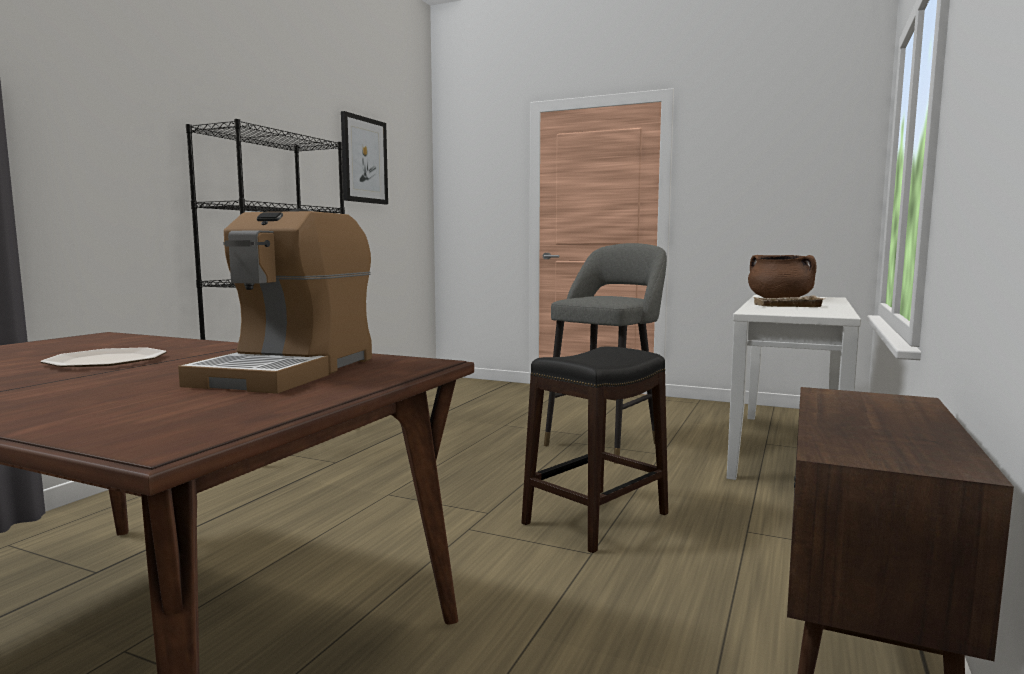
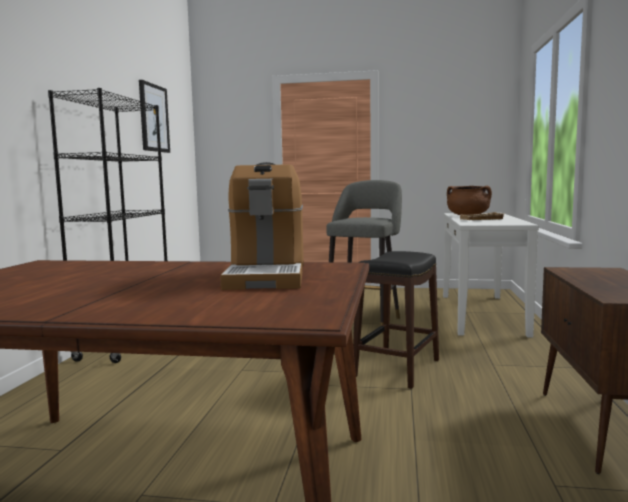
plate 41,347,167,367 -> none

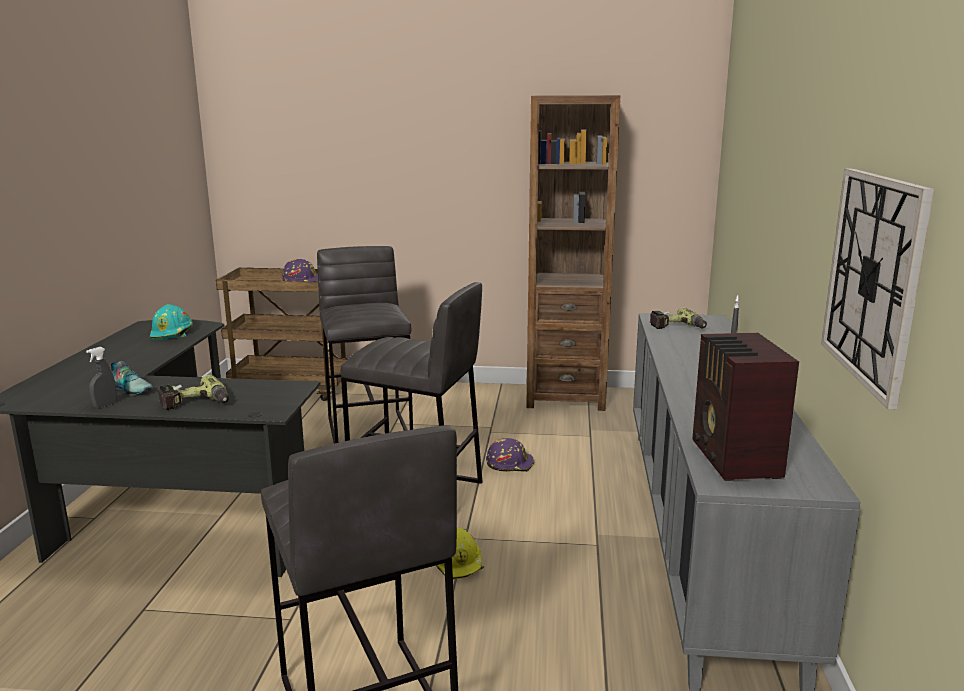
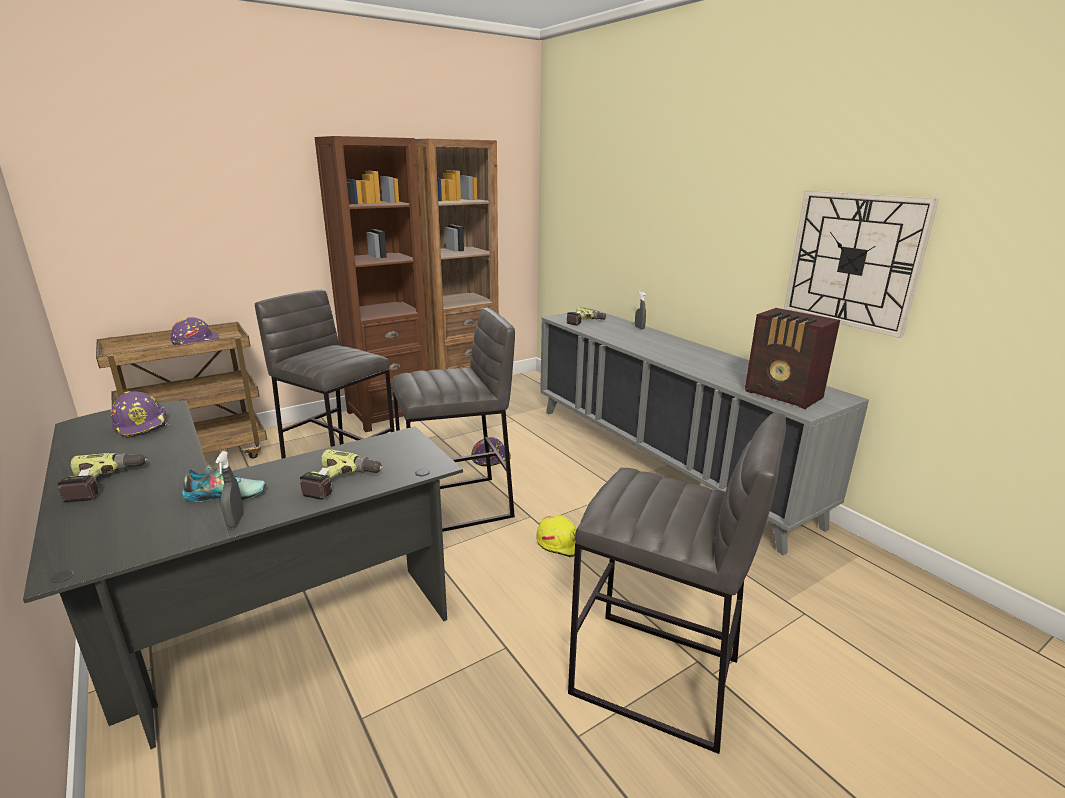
none -> power drill 58,453,148,502
turquoise hard hat 150,304,193,340 -> purple hard hat 111,391,169,438
none -> brown bookcase 315,136,429,432

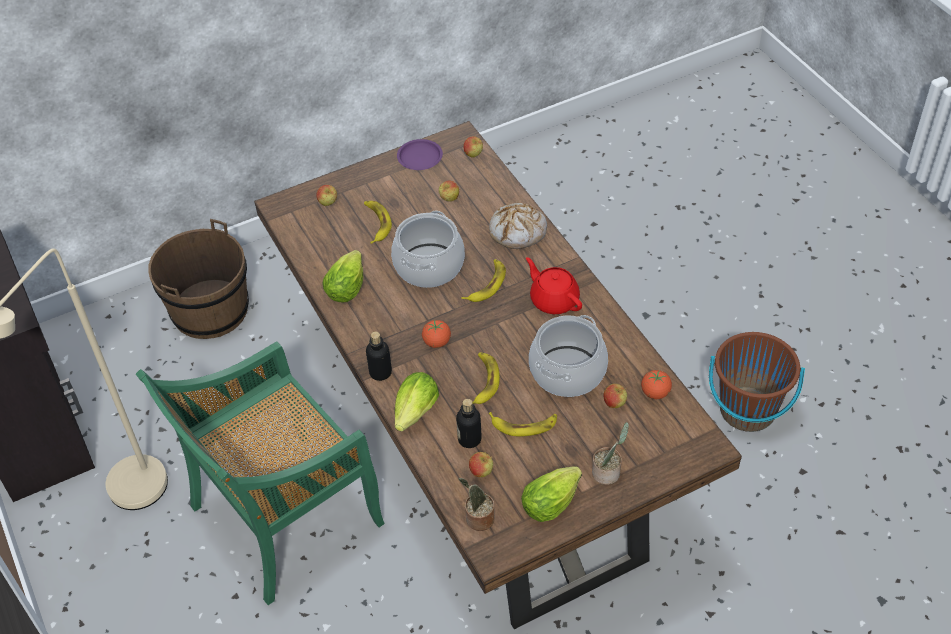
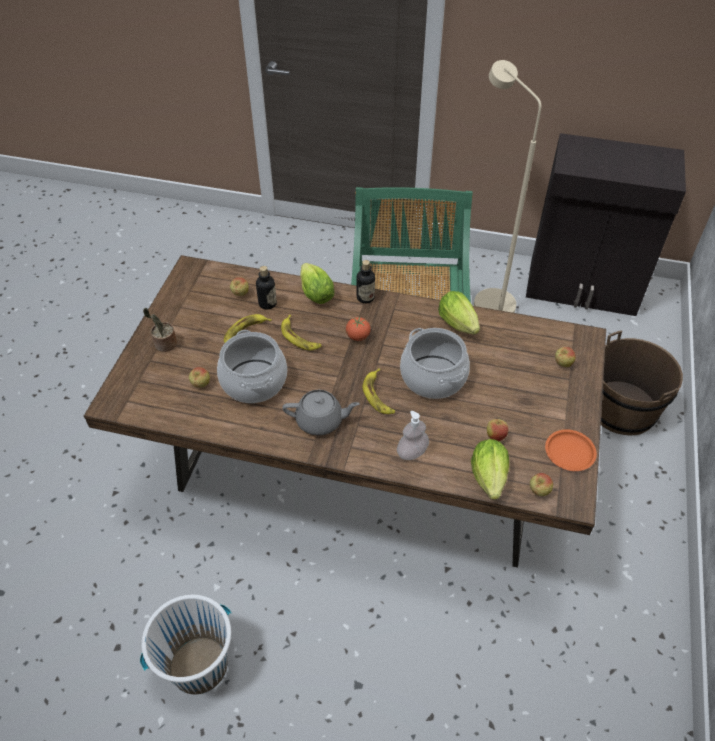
brown bucket 709,332,805,432 -> white bucket 140,594,232,695
red teapot 526,257,582,314 -> grey teapot 282,390,360,435
bread 489,203,547,249 -> soap dispenser 397,411,429,460
lettuce 521,467,582,522 -> lettuce 471,439,509,500, relocated
purple plate 397,139,443,170 -> orange plate 545,429,597,471
banana 364,201,392,244 -> none
potted plant 458,478,495,531 -> none
tomato 641,370,672,399 -> none

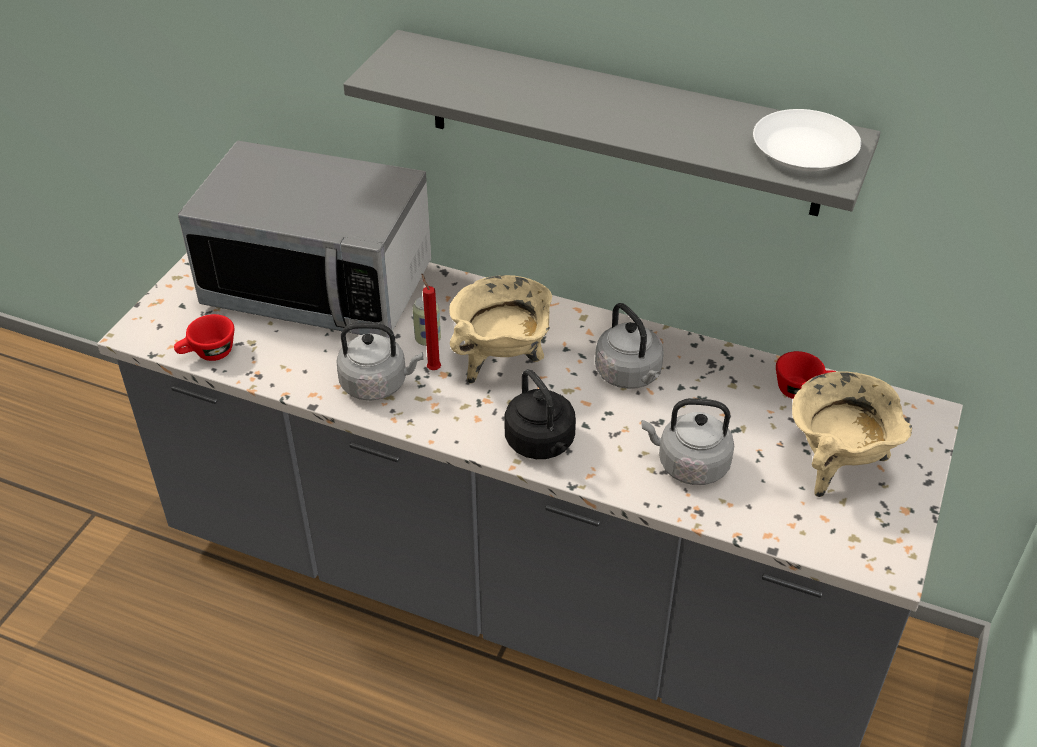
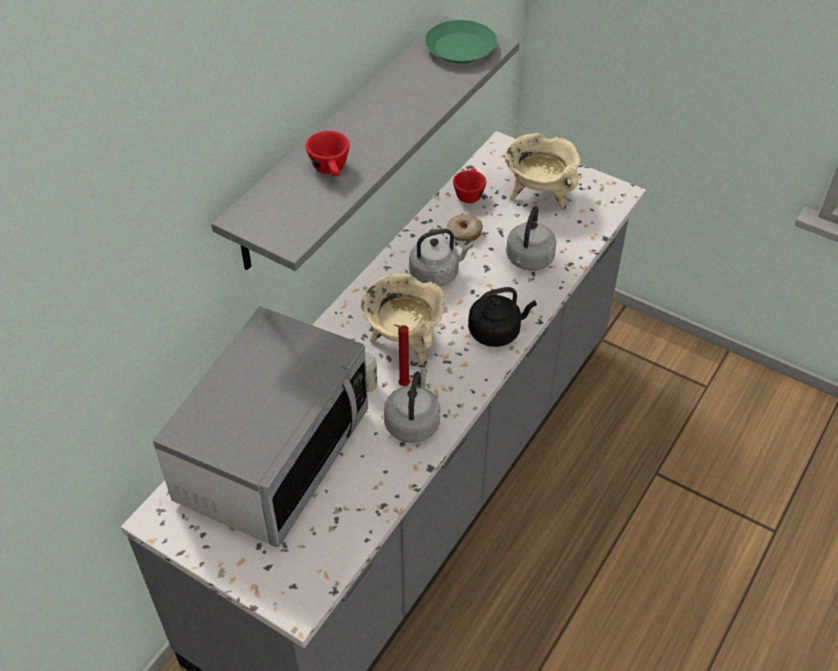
red cup 174,314,234,361 -> red cup 306,131,350,177, relocated
white plate 753,109,861,171 -> green plate 425,20,497,64
none -> donut 447,214,483,242

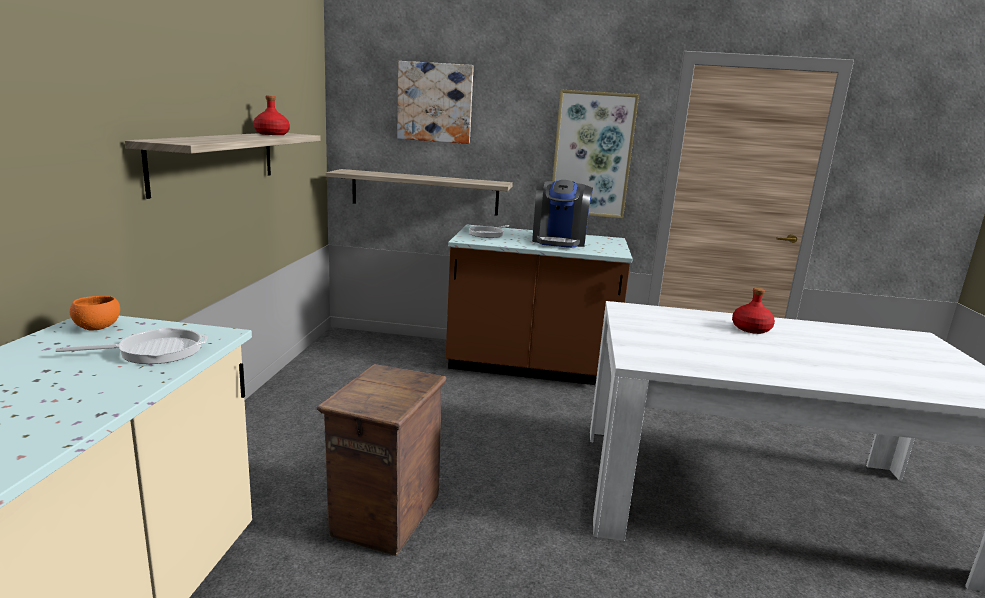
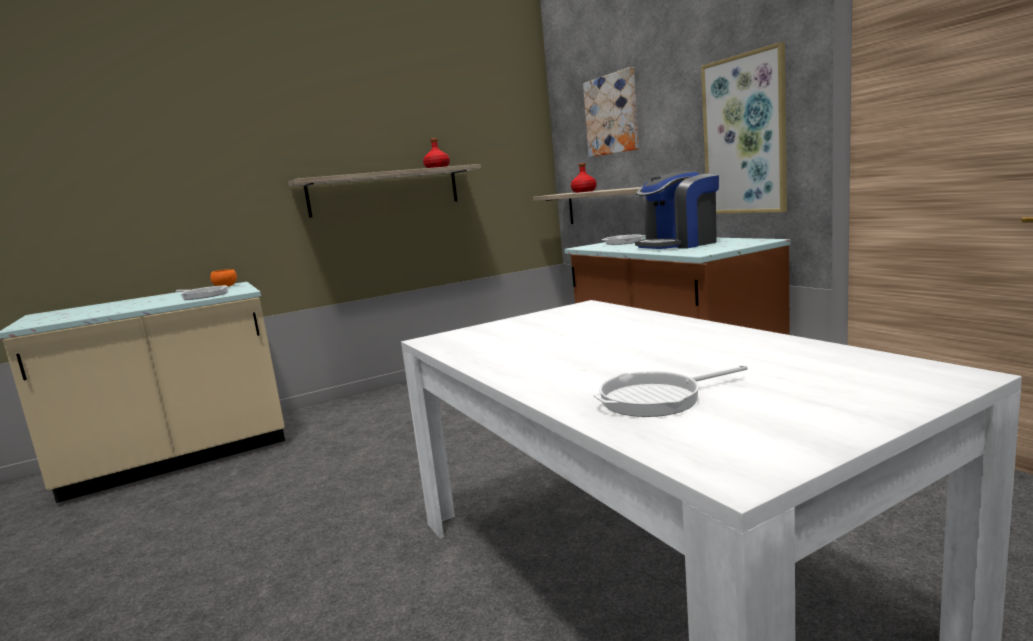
red bottle 732,288,775,334 -> red bottle 571,163,597,193, relocated
none -> frying pan 594,365,748,417
crate 317,364,446,556 -> none

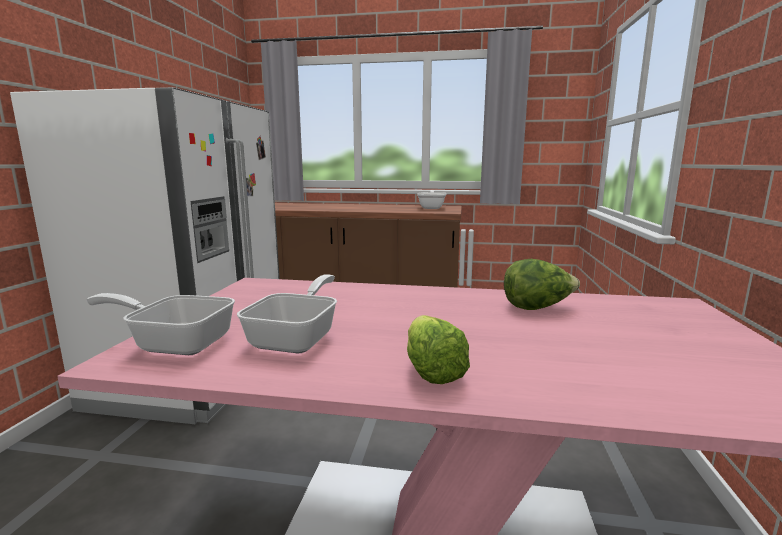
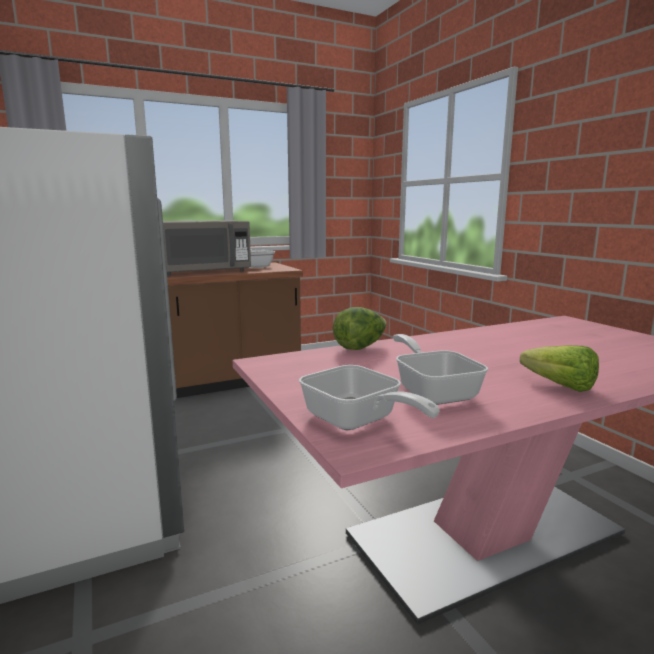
none -> grey microwave 163,220,251,276
frying pan 86,293,235,355 -> frying pan 299,365,440,431, 105 degrees counterclockwise
lettuce 504,259,580,310 -> lettuce 333,307,387,350, relocated

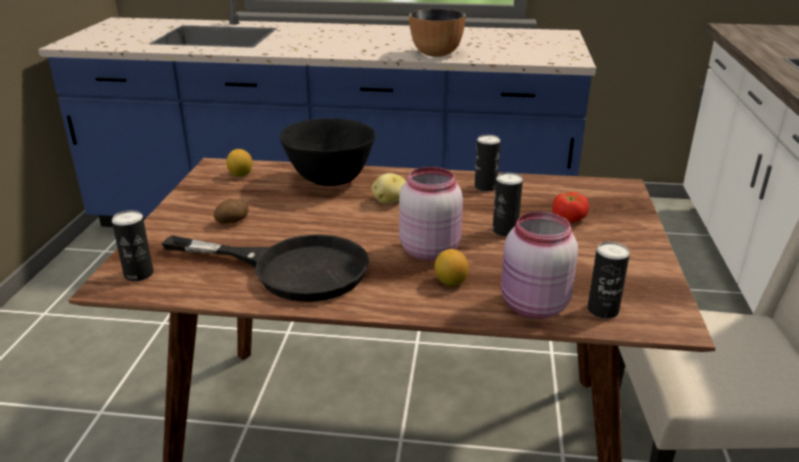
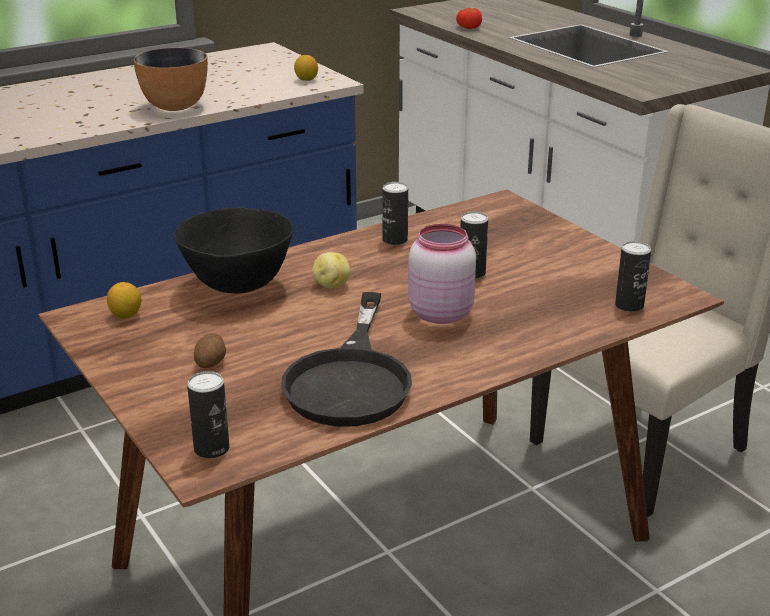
black frying pan 162,234,369,302 -> black frying pan 281,292,412,427, 120 degrees clockwise
lemon 434,249,468,286 -> lemon 294,55,318,81, relocated
tomato 552,192,589,223 -> tomato 456,8,482,29, relocated
pink jar 501,212,578,319 -> none

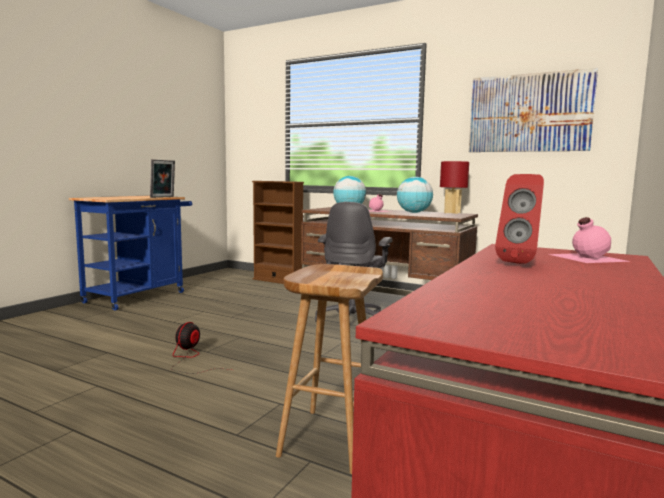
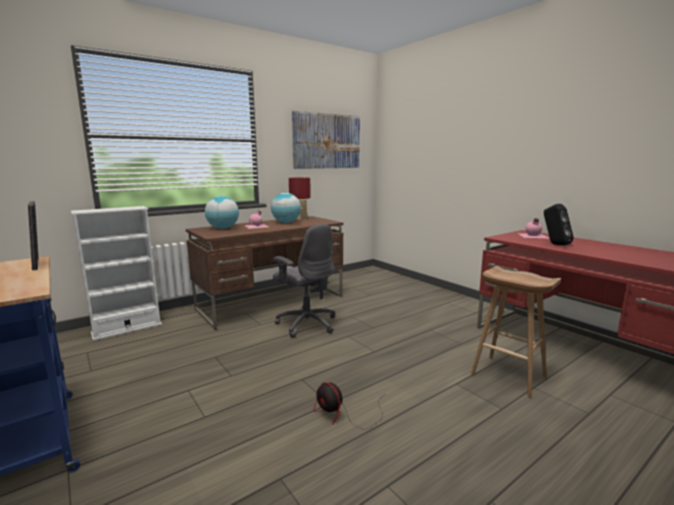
brown bookcase 252,181,304,284 -> white bookcase 71,206,162,341
red speaker 495,174,544,264 -> black speaker 544,204,574,245

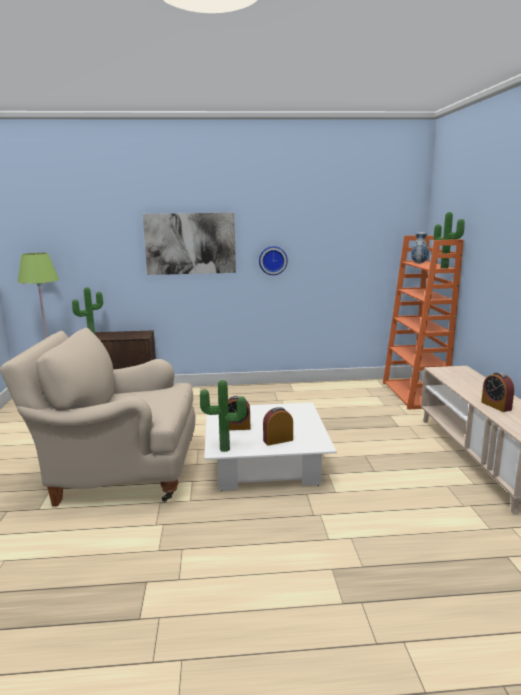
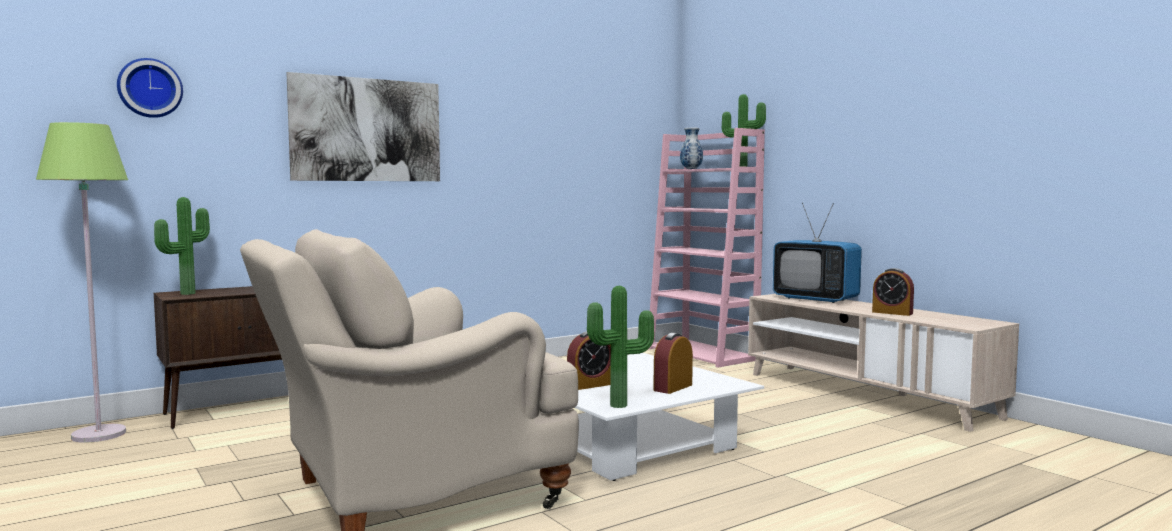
wall clock 259,246,288,275 -> wall clock 117,58,183,118, relocated
orange bookcase 383,235,464,410 -> pink bookcase 649,128,765,368
none -> television 773,203,862,303

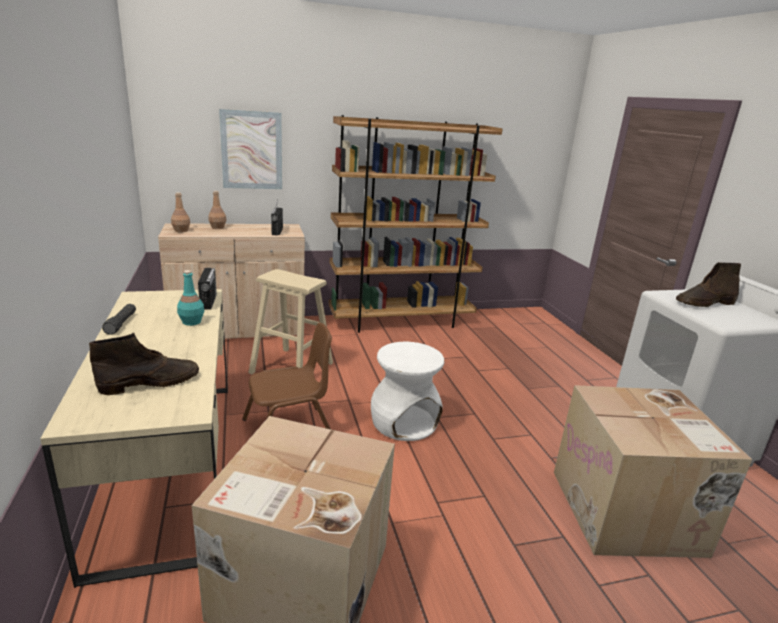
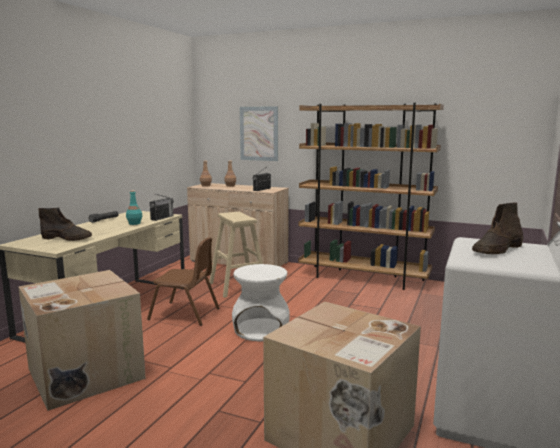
brown boot 676,262,741,307 -> brown boot 472,202,524,254, 60 degrees counterclockwise

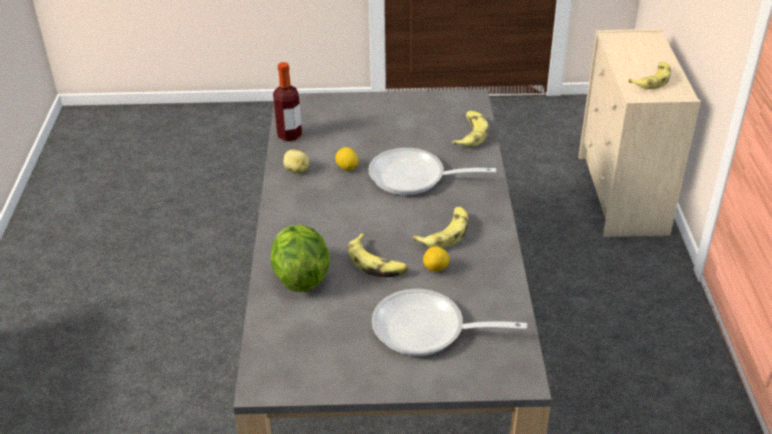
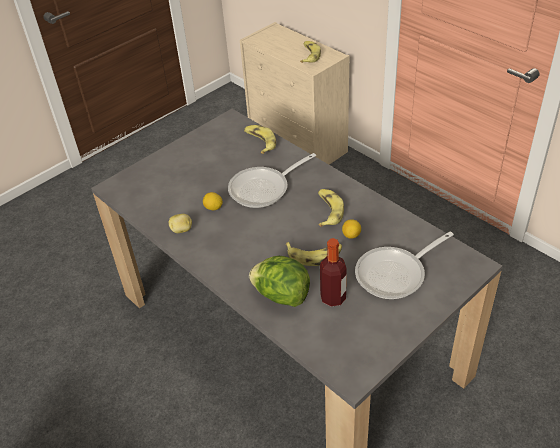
bottle 273,62,302,141 -> bottle 320,238,347,307, relocated

